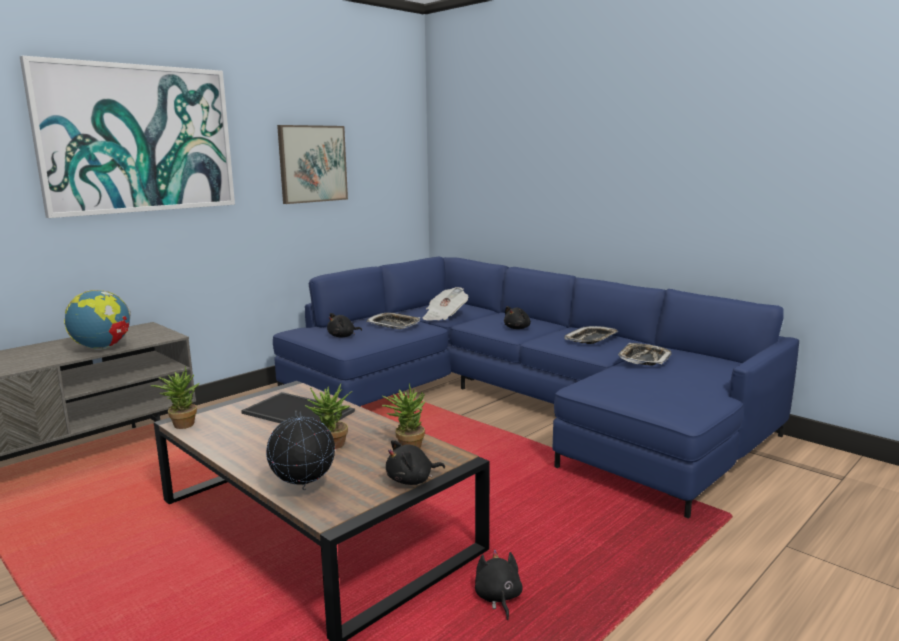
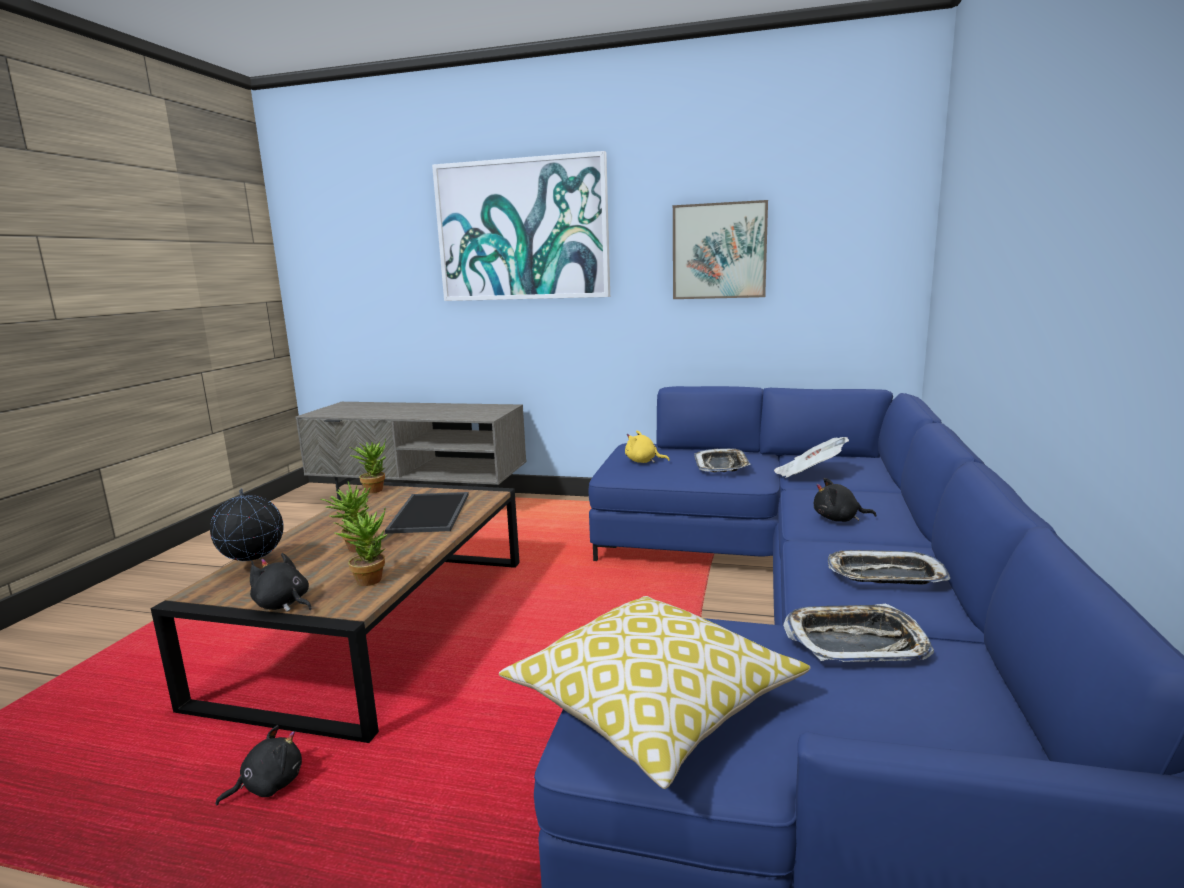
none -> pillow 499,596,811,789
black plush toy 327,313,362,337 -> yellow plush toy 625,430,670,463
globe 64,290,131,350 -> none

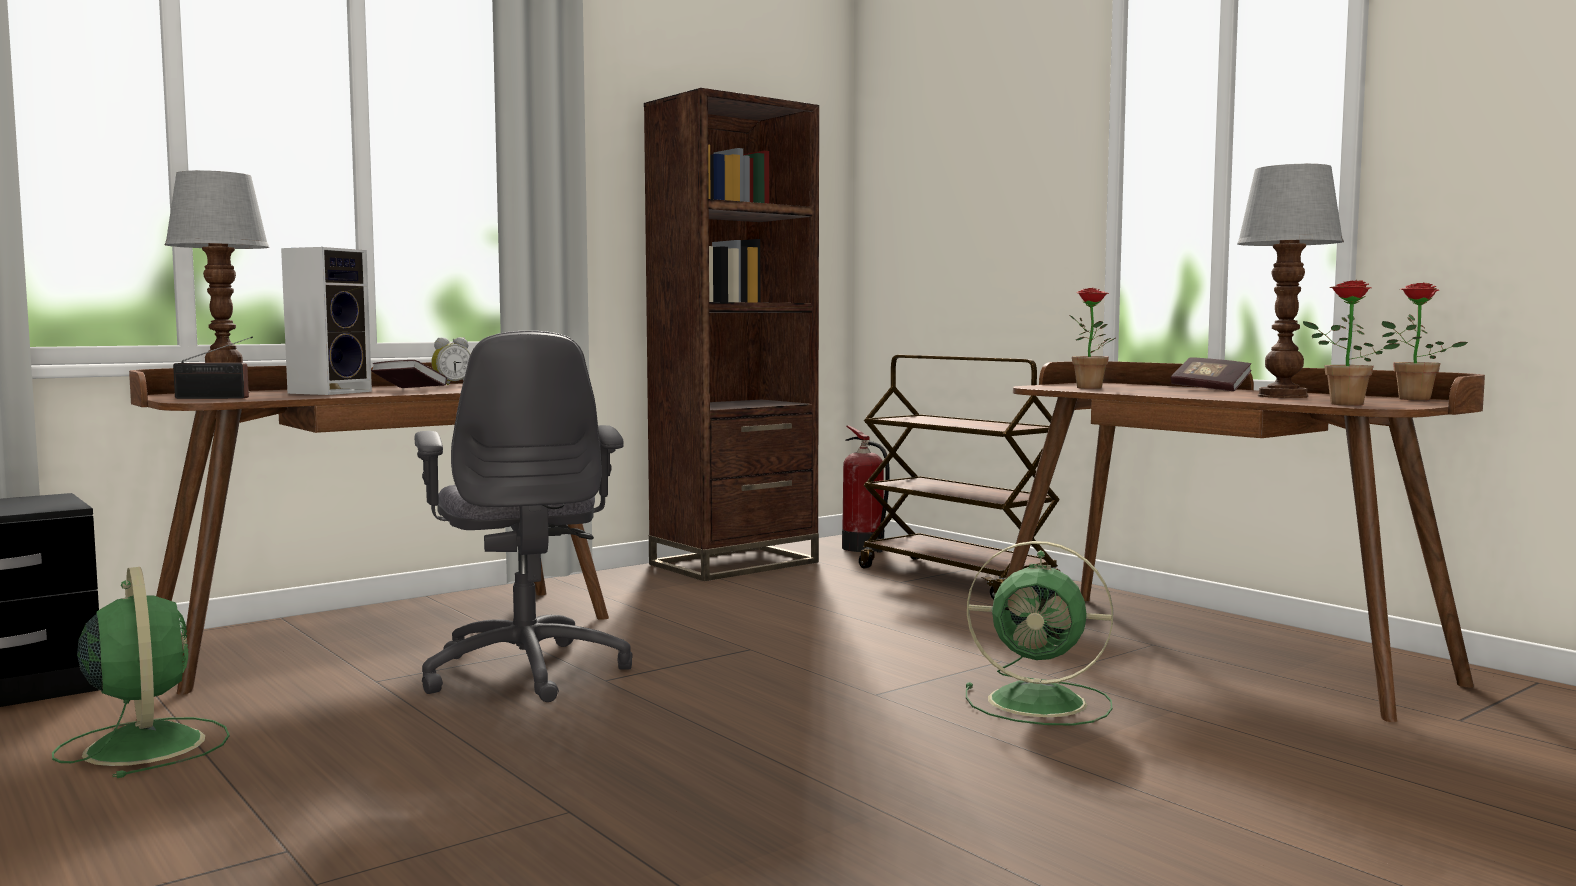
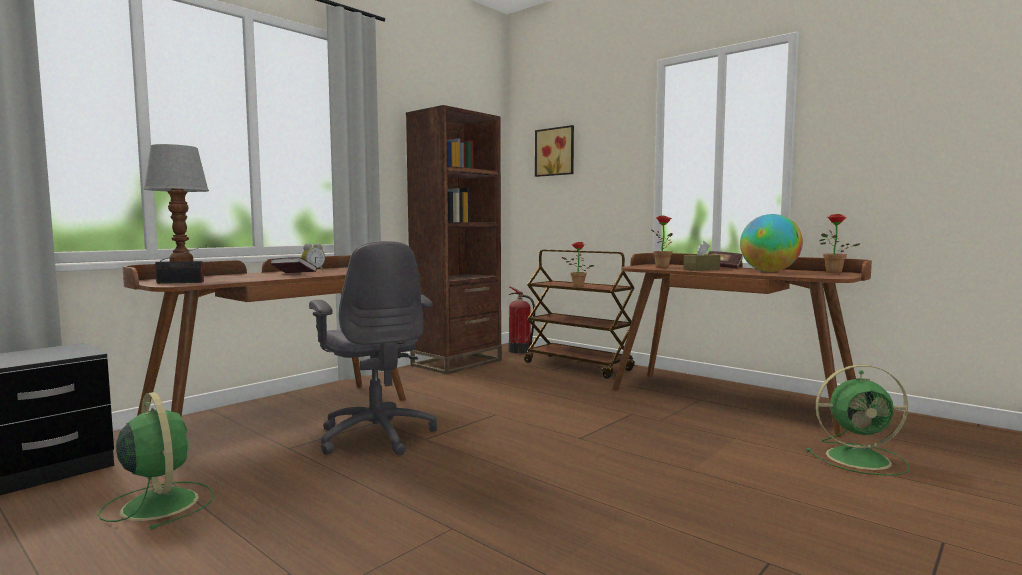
none -> picture 535,125,574,177
potted plant 1303,280,1400,406 -> potted plant 562,242,594,287, relocated
none -> brown tissue box 683,241,720,271
table lamp 1237,164,1344,398 -> globe 740,214,803,272
green fan 966,541,1113,726 -> green fan 806,365,910,476, relocated
speaker 281,247,372,395 -> none

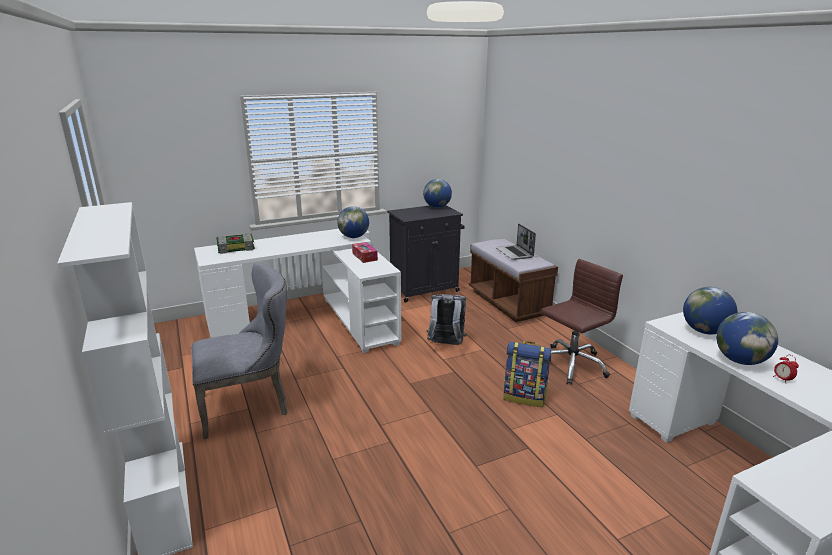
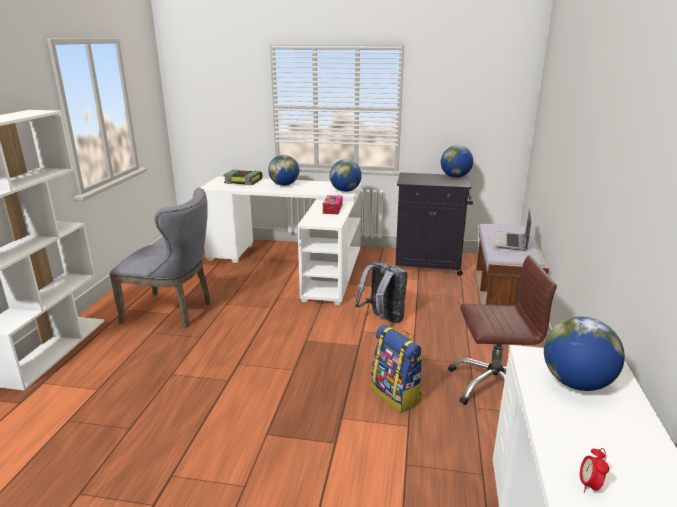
globe 716,312,778,365 -> globe 268,155,299,186, relocated

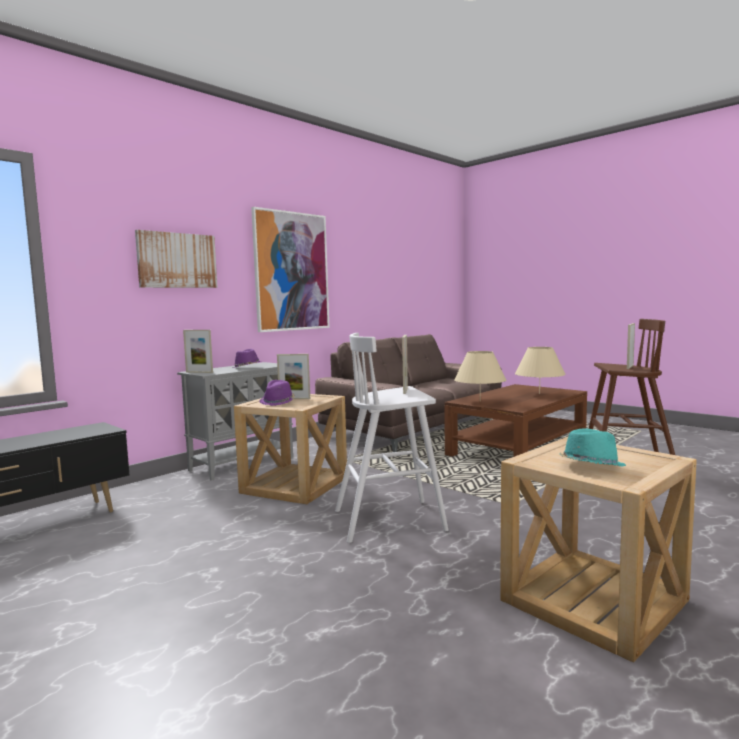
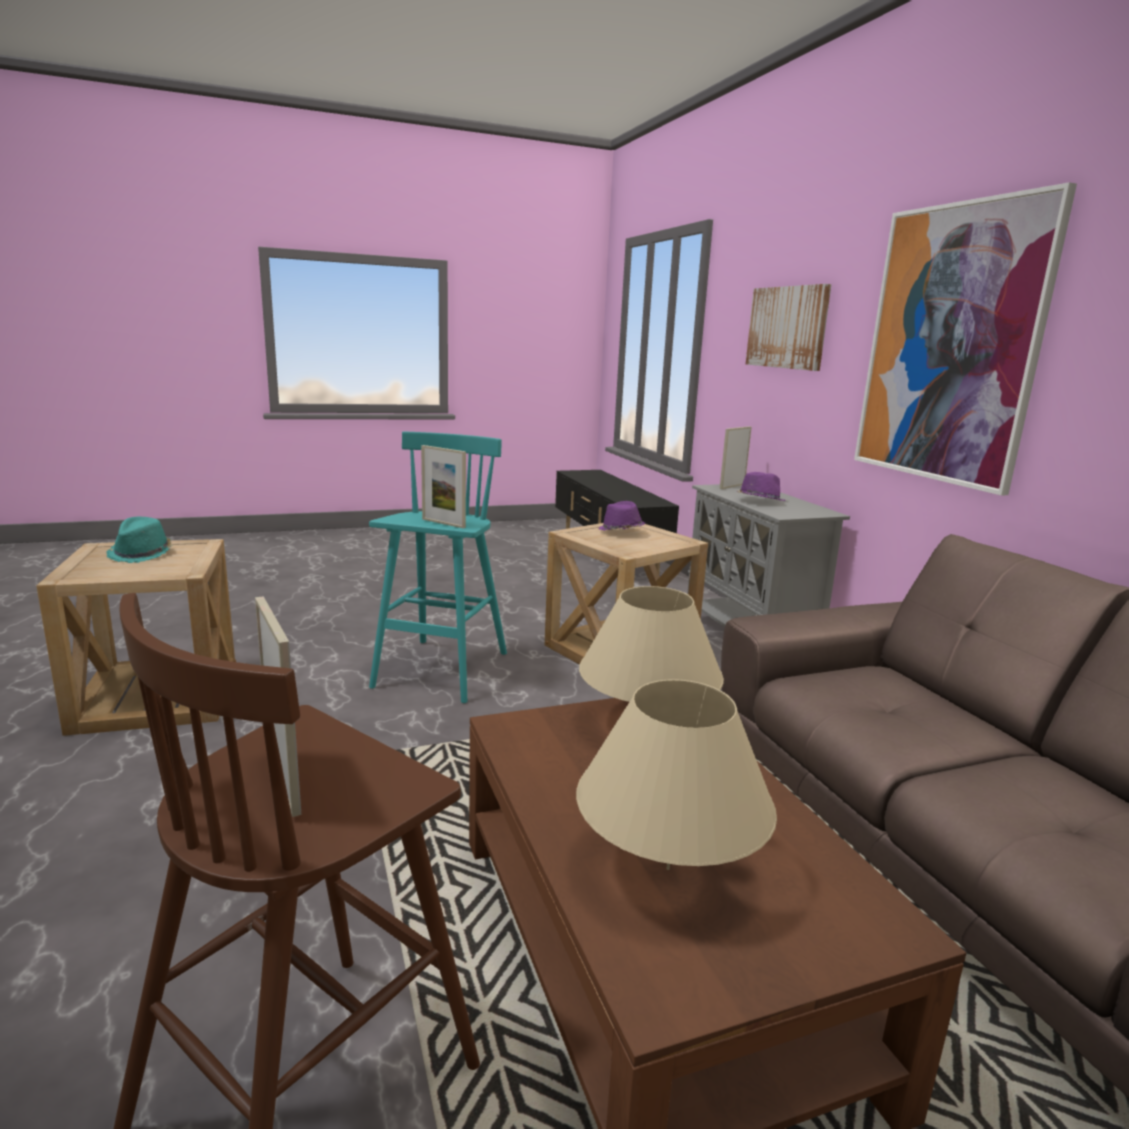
white stool 335,333,448,543 -> turquoise stool 369,432,507,703
picture frame 277,354,310,399 -> none

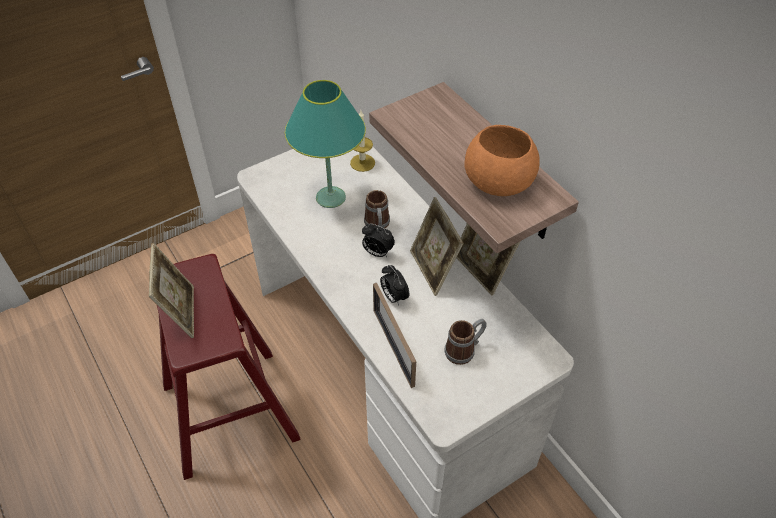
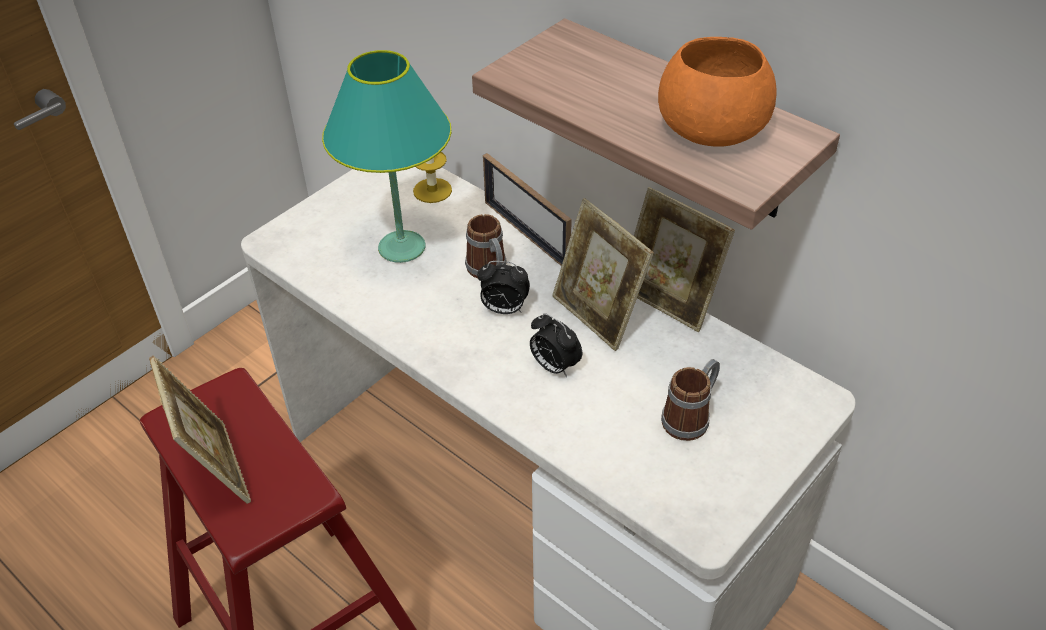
picture frame 373,283,416,388 -> picture frame 483,153,572,266, relocated

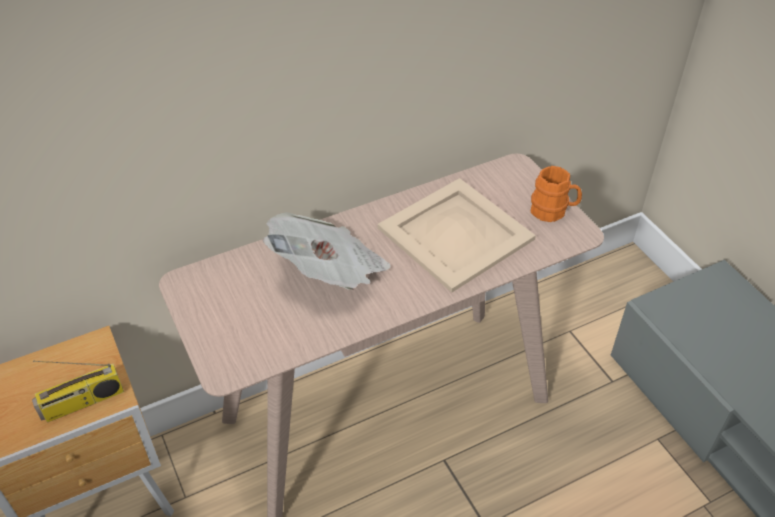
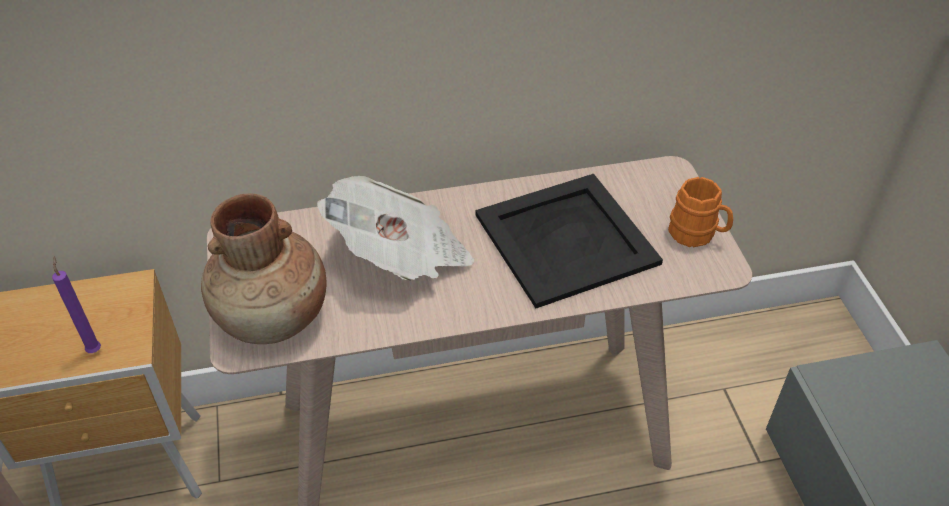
radio 32,360,124,423 -> purple candle 52,256,101,353
none -> brown vase 201,193,326,344
beige tray 377,178,536,293 -> black tray 475,174,663,308

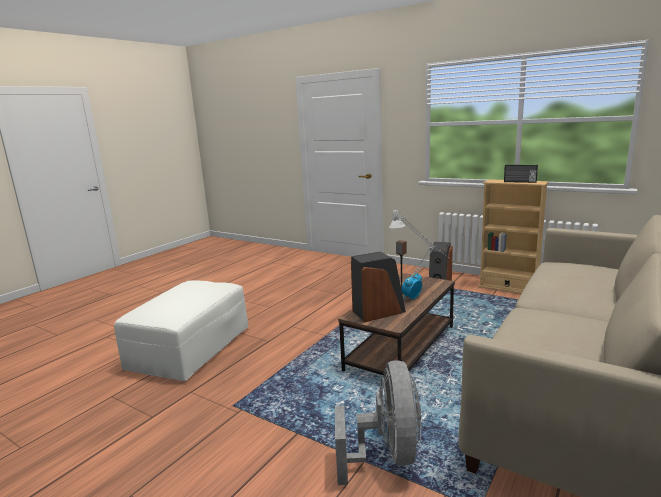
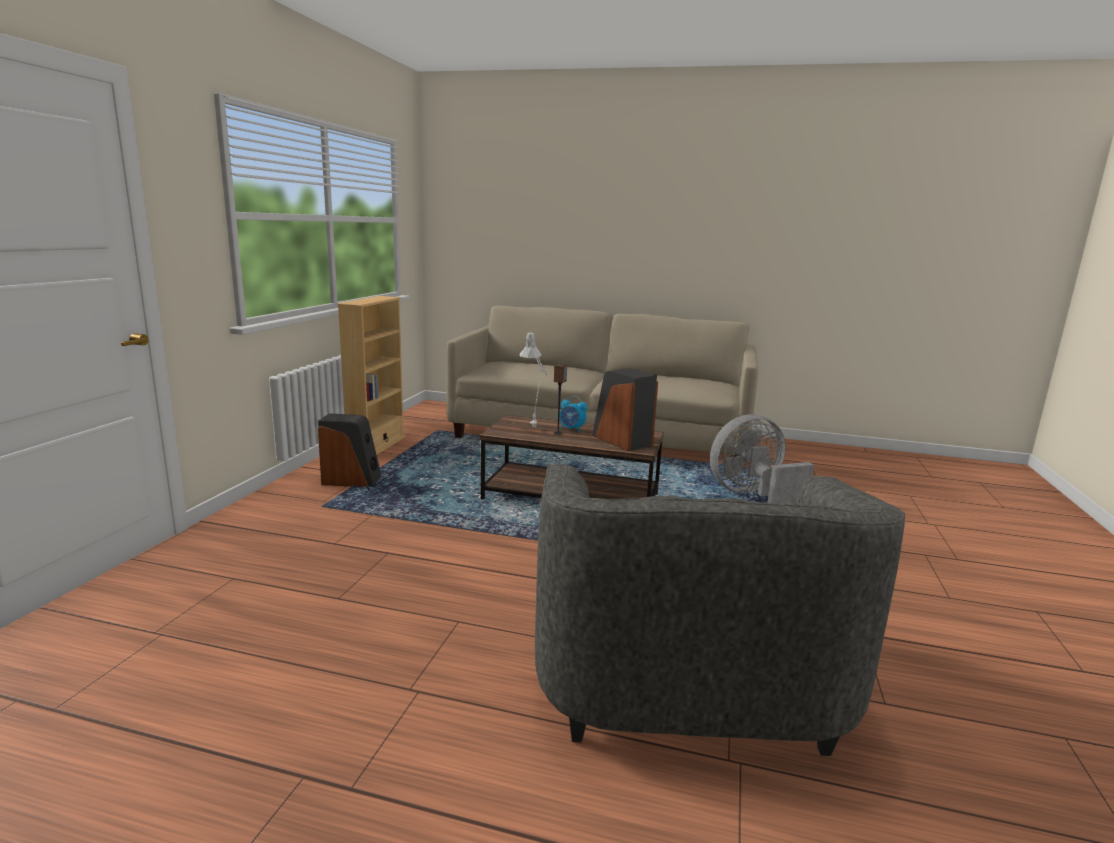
white ottoman 114,281,249,381 -> grey armchair 535,464,905,756
radio 504,165,538,183 -> none

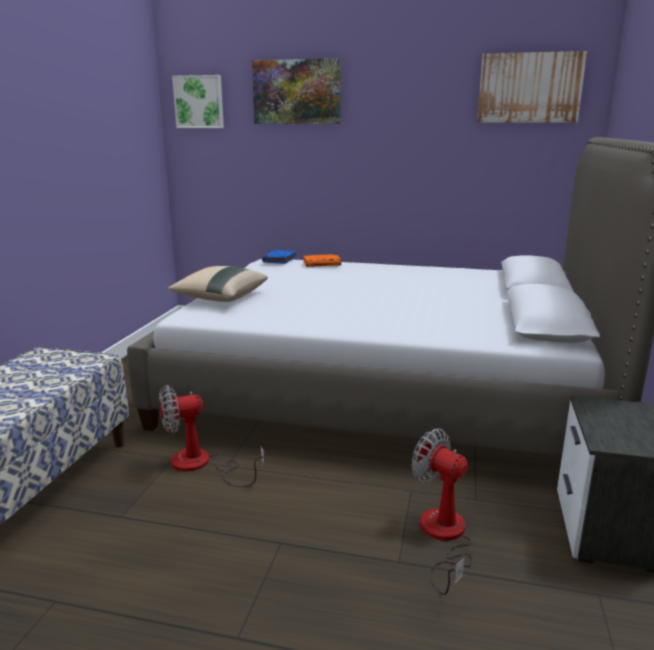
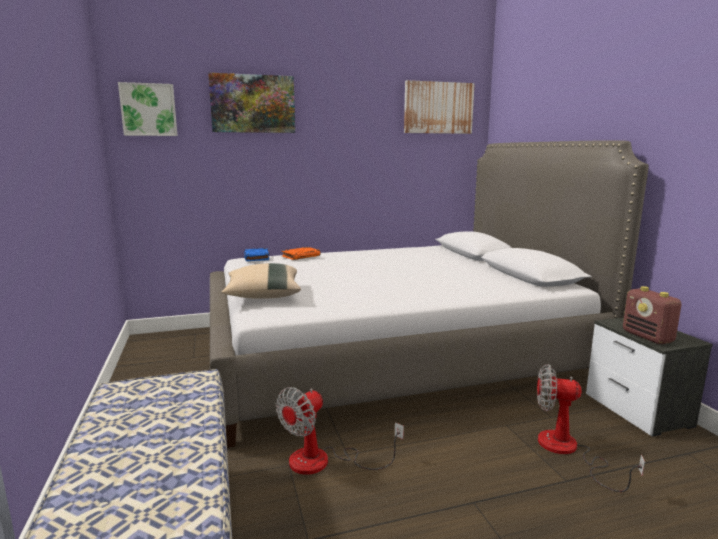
none -> radio 623,286,681,344

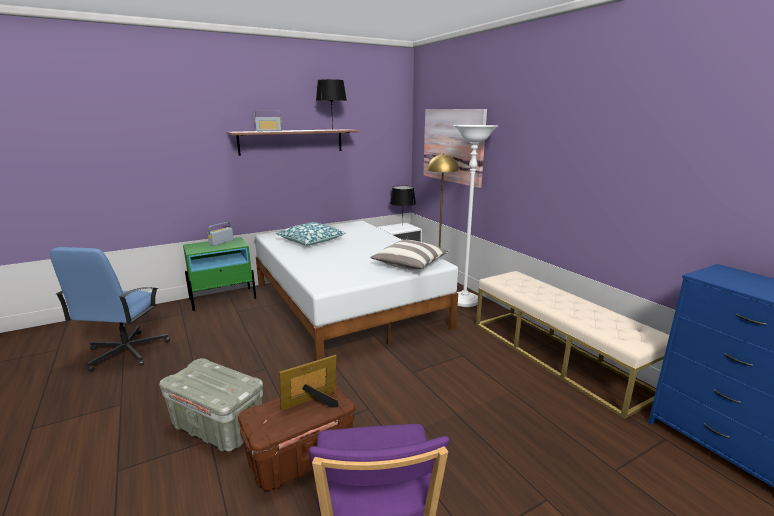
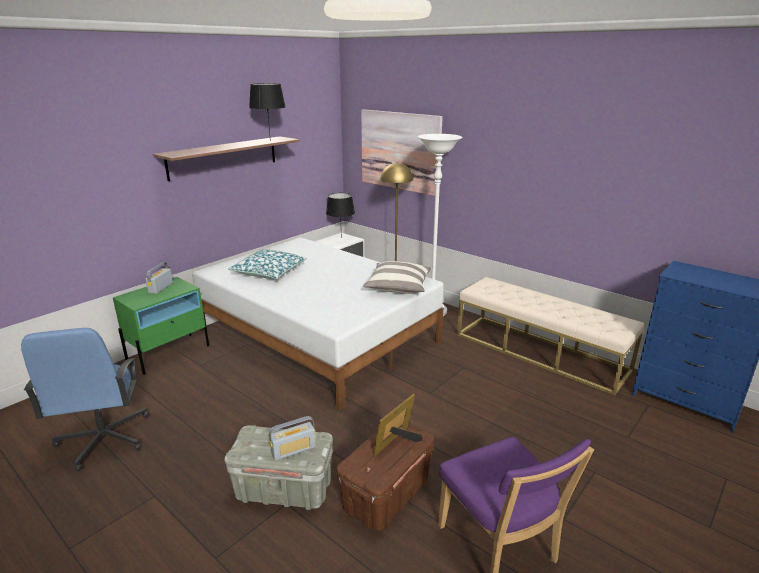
radio 255,110,282,131 -> radio 269,416,316,461, relocated

